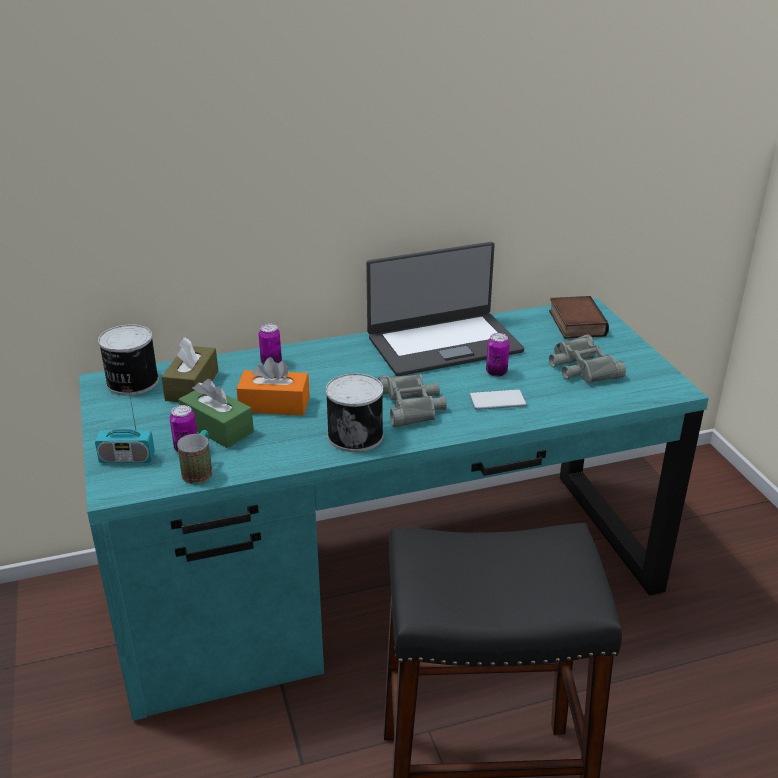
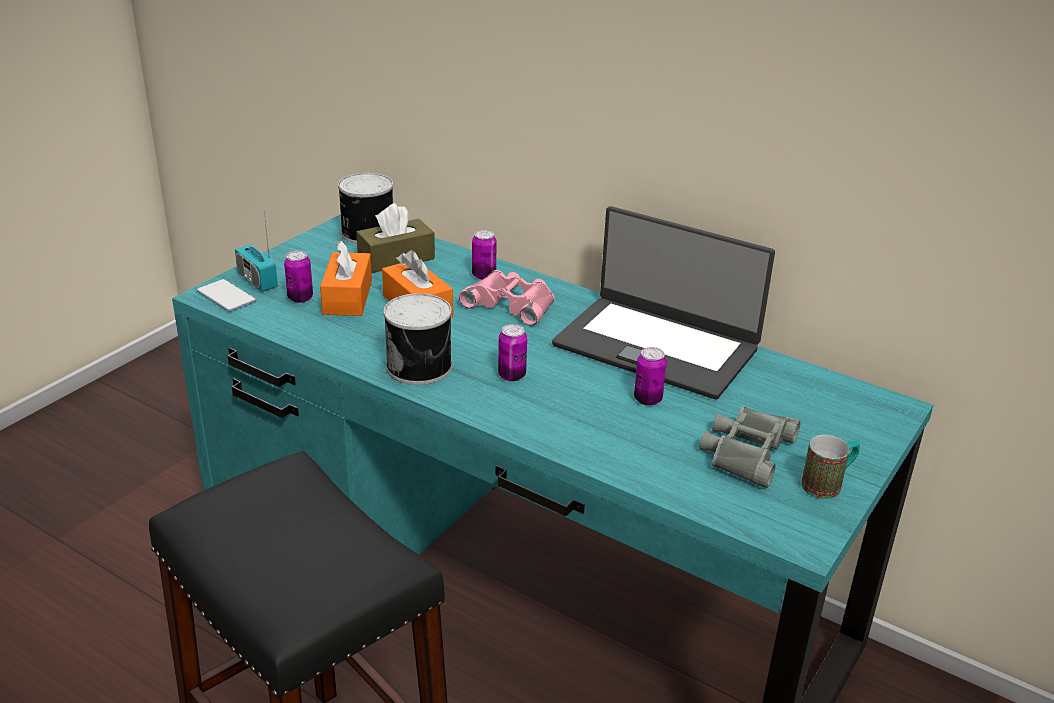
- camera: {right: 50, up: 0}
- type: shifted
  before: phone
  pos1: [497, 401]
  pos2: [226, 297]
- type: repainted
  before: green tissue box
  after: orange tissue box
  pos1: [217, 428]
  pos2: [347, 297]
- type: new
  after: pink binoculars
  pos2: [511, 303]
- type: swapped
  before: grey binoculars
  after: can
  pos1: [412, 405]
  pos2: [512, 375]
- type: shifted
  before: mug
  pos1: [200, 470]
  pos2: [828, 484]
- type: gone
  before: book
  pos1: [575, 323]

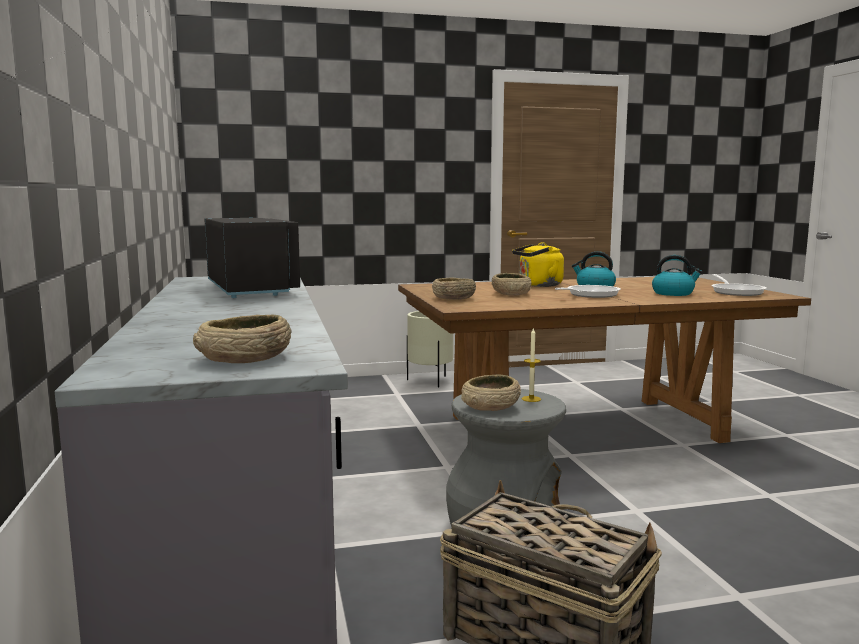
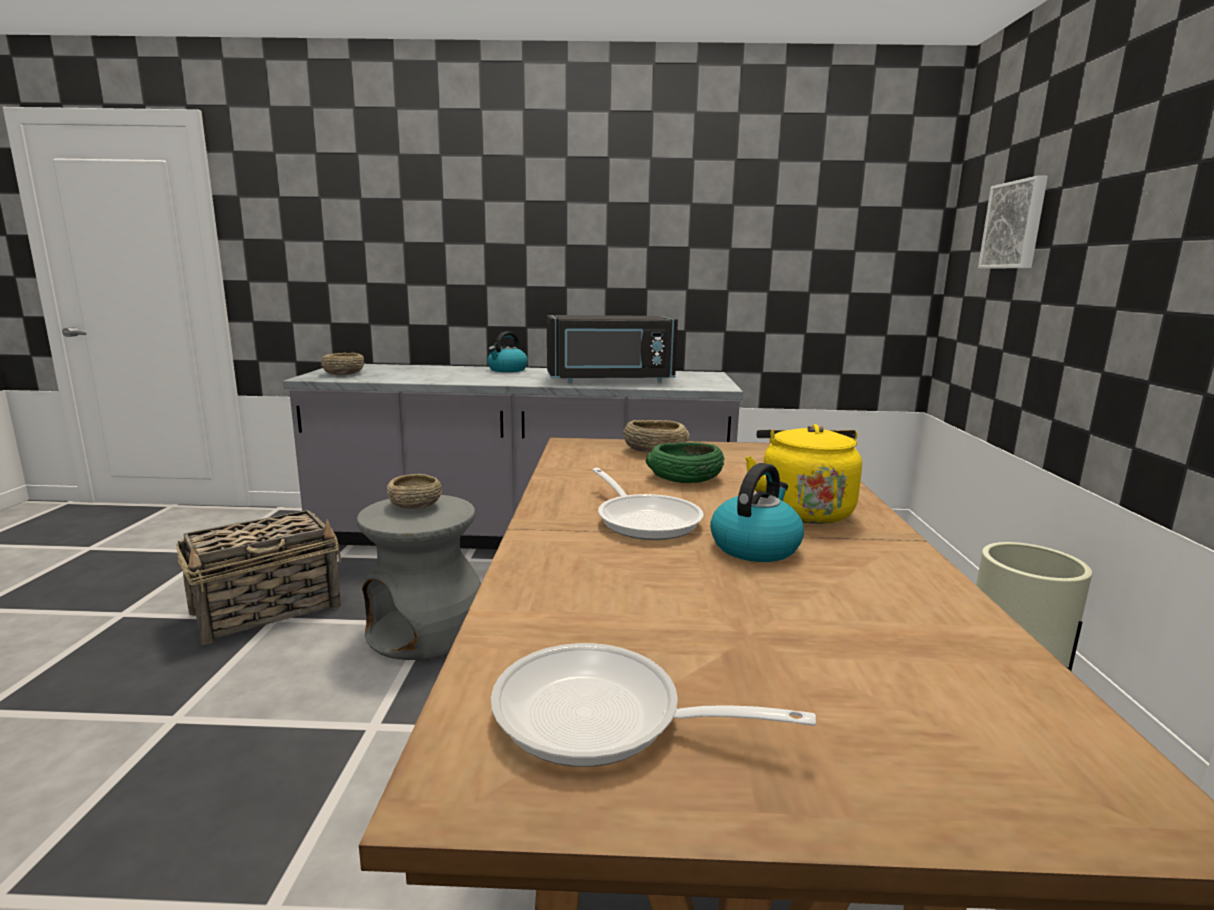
- camera: {right: 105, up: 5}
- type: shifted
  before: kettle
  pos1: [673, 293]
  pos2: [507, 370]
- type: repainted
  before: beige bowl
  after: green bowl
  pos1: [511, 294]
  pos2: [685, 478]
- type: new
  after: picture
  pos2: [1015, 225]
- type: gone
  before: candle
  pos1: [531, 399]

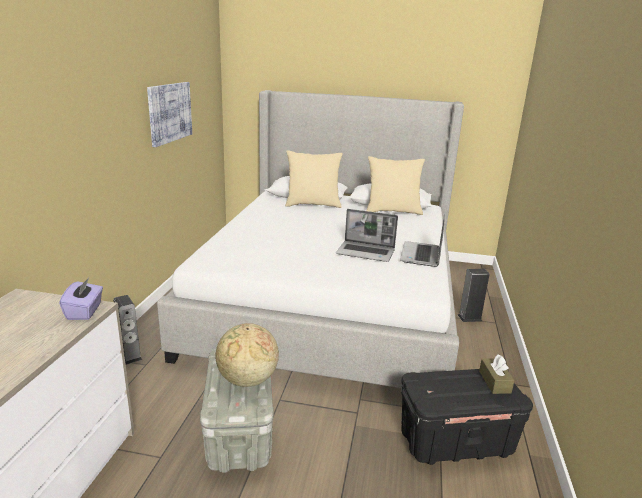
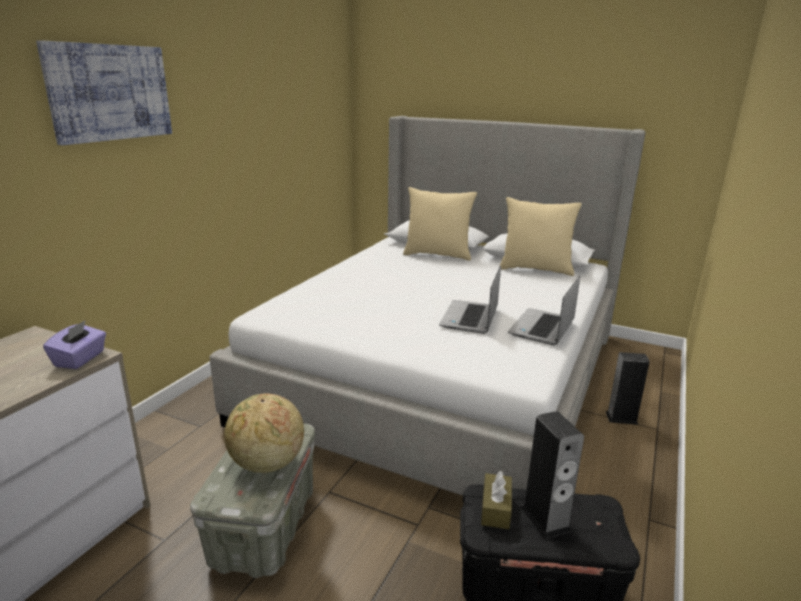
- camera: {right: 15, up: 0}
- type: shifted
  before: picture
  pos1: [169, 112]
  pos2: [110, 92]
- type: rotated
  before: laptop
  pos1: [366, 252]
  pos2: [470, 318]
  turn: 75
- type: shifted
  before: brown tissue box
  pos1: [494, 382]
  pos2: [495, 509]
- type: shifted
  before: speaker
  pos1: [130, 356]
  pos2: [545, 519]

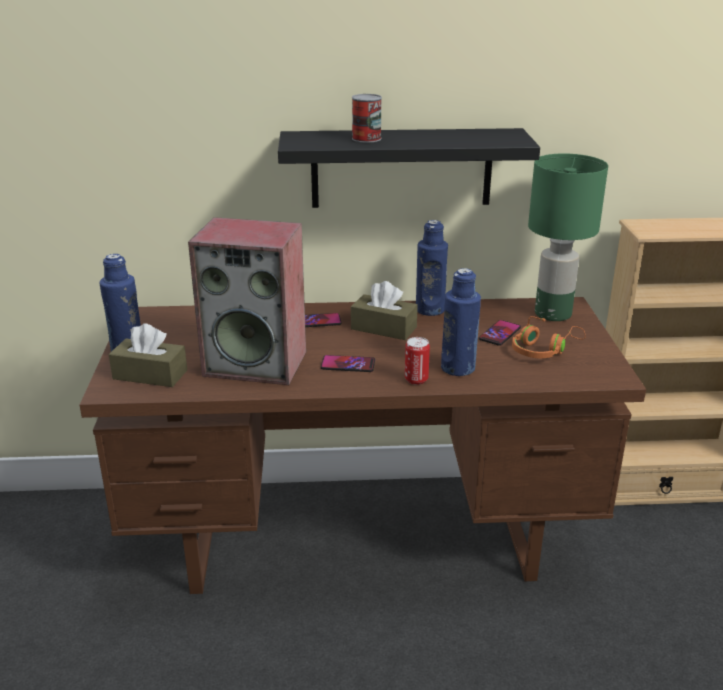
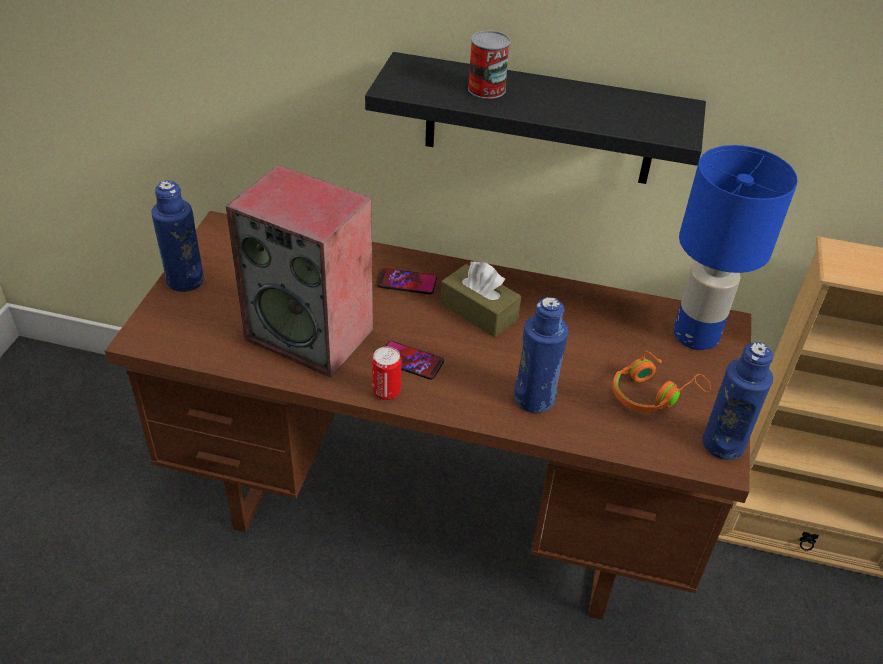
- camera: {right: 15, up: 15}
- type: shifted
  before: can
  pos1: [416, 380]
  pos2: [386, 392]
- type: repainted
  before: green table lamp
  after: blue table lamp
  pos1: [553, 314]
  pos2: [696, 336]
- type: shifted
  before: blue bottle
  pos1: [430, 309]
  pos2: [723, 444]
- type: gone
  before: brown tissue box
  pos1: [150, 375]
- type: gone
  before: phone
  pos1: [499, 333]

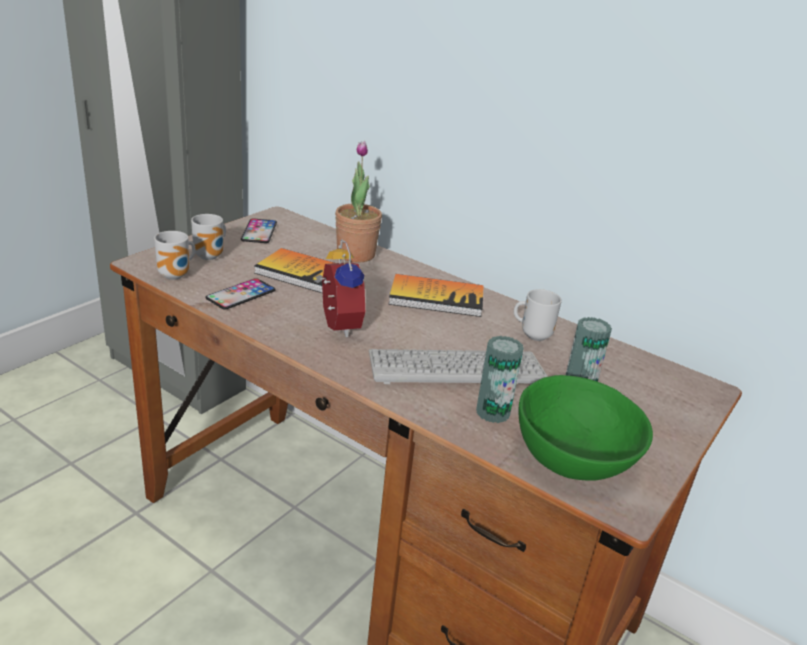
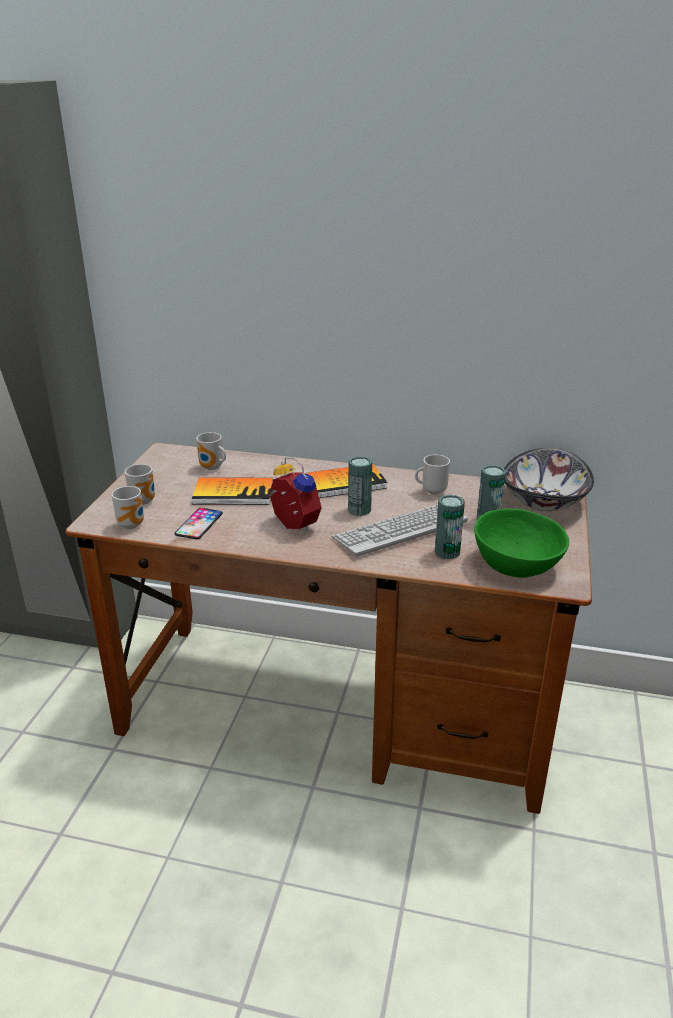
- camera: {right: -20, up: 0}
- type: new
  after: mug
  pos2: [212, 468]
- type: new
  after: can
  pos2: [359, 510]
- type: new
  after: bowl
  pos2: [545, 501]
- type: gone
  before: phone
  pos1: [259, 231]
- type: gone
  before: potted plant
  pos1: [356, 254]

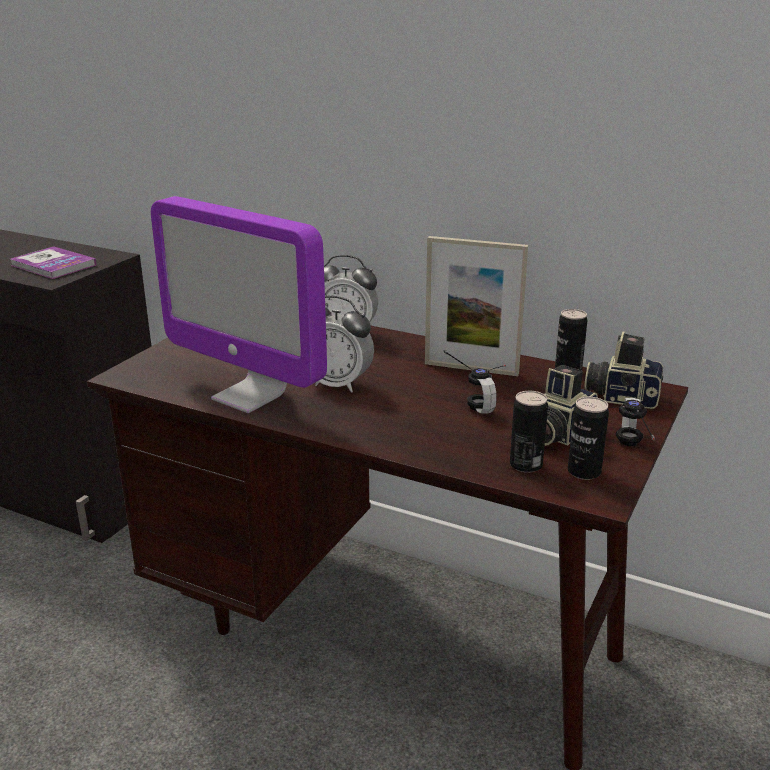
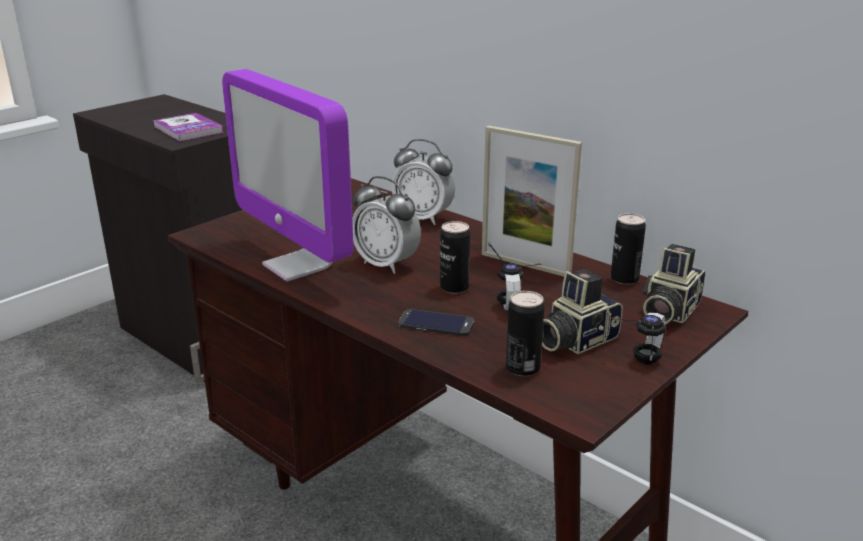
- camera: {right: 15, up: 0}
- type: new
  after: phone
  pos2: [436, 323]
- type: shifted
  before: can
  pos1: [584, 472]
  pos2: [454, 287]
- type: rotated
  before: photo camera
  pos1: [621, 396]
  pos2: [667, 311]
  turn: -90

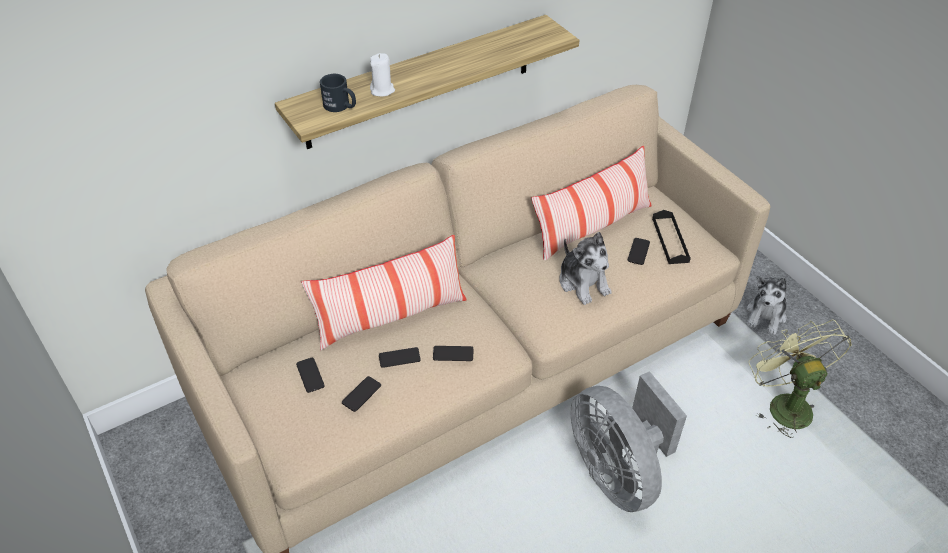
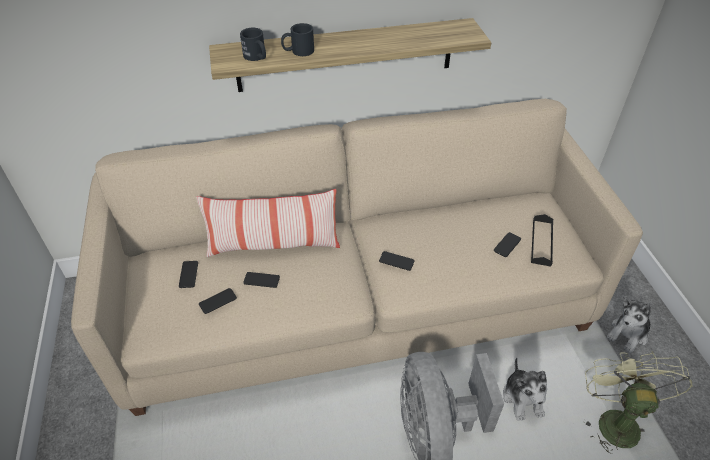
- camera: {right: 20, up: 0}
- type: swapped
  before: white candle
  after: black mug
  pos1: [382, 90]
  pos2: [298, 51]
- type: shifted
  before: phone
  pos1: [453, 354]
  pos2: [396, 261]
- type: shifted
  before: plush toy
  pos1: [583, 283]
  pos2: [523, 398]
- type: gone
  before: pillow
  pos1: [592, 227]

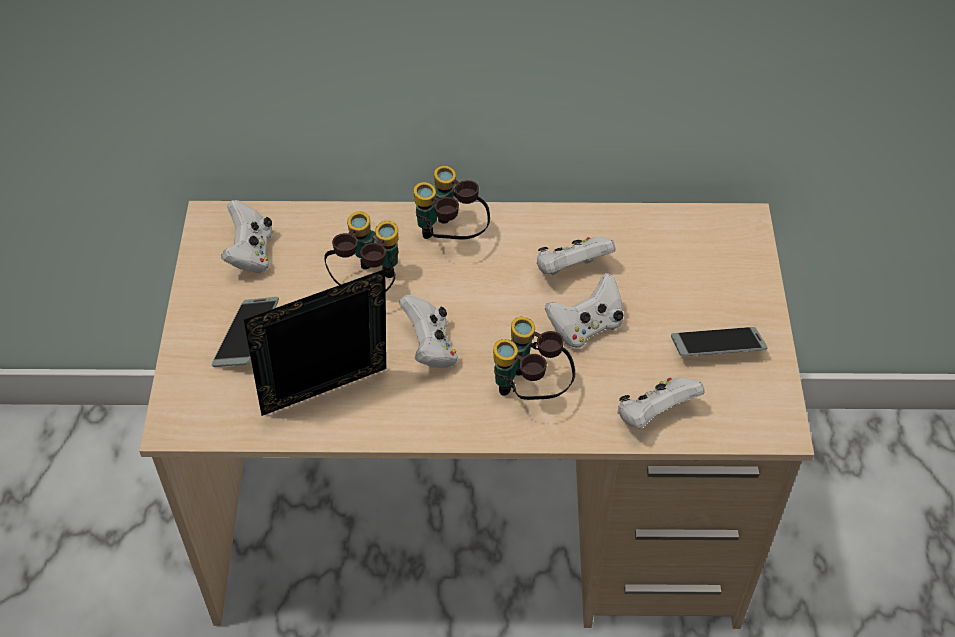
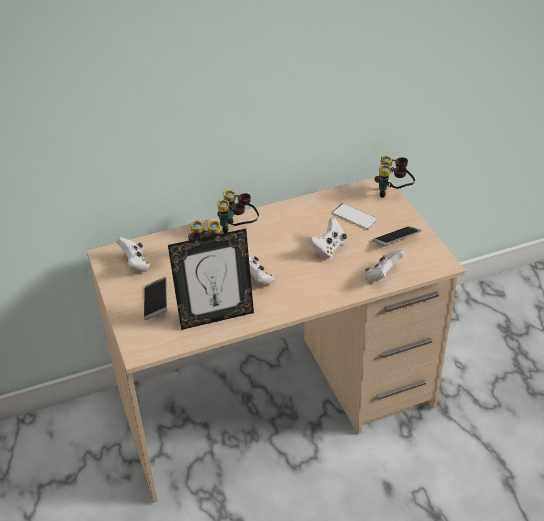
- camera: {right: -20, up: -10}
- type: rotated
  before: picture frame
  pos1: [328, 400]
  pos2: [216, 317]
  turn: -150
- type: new
  after: phone
  pos2: [354, 216]
- type: shifted
  before: binoculars
  pos1: [530, 391]
  pos2: [393, 193]
- type: gone
  before: white game controller
  pos1: [570, 269]

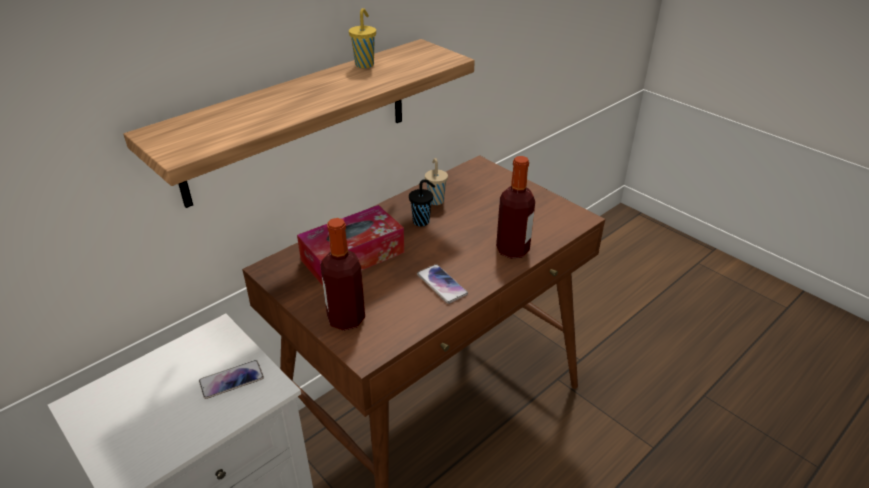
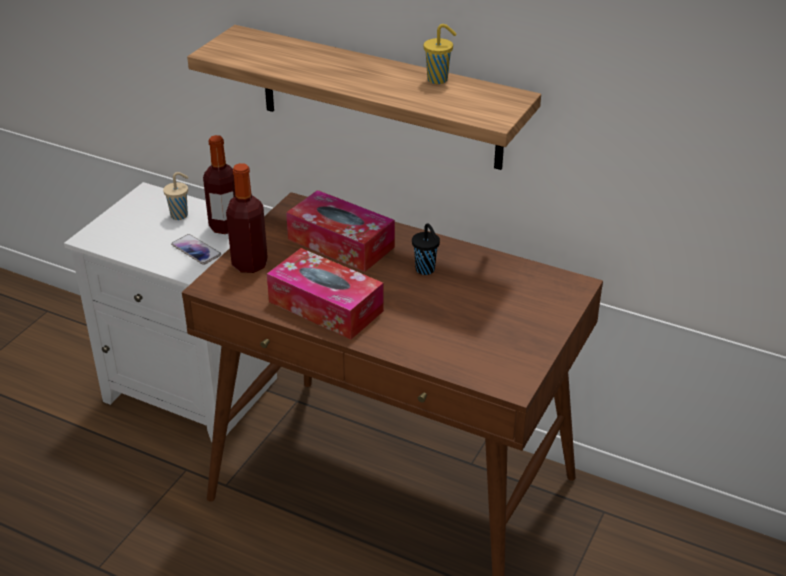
- camera: {right: 70, up: 0}
- type: shifted
  before: beige cup
  pos1: [435, 200]
  pos2: [180, 215]
- type: shifted
  before: bottle
  pos1: [512, 250]
  pos2: [225, 226]
- type: swapped
  before: phone
  after: tissue box
  pos1: [441, 284]
  pos2: [326, 306]

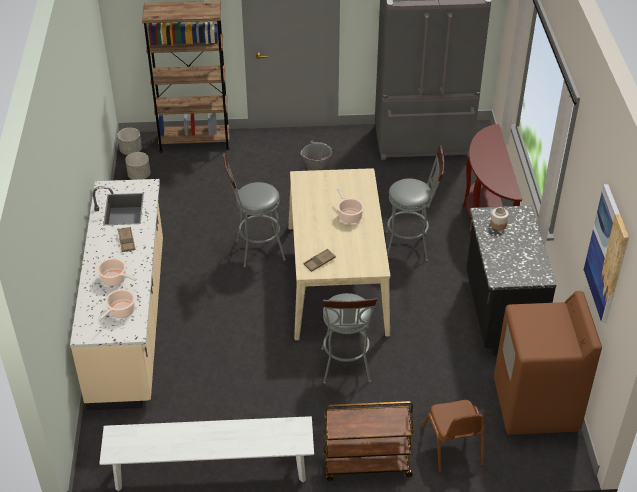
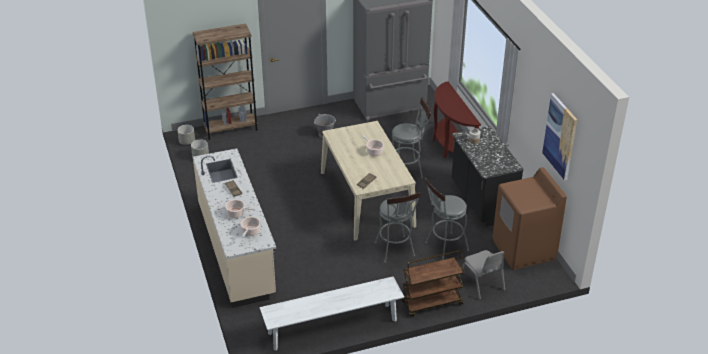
- camera: {right: -15, up: -5}
- type: shifted
  before: grey stool
  pos1: [255, 250]
  pos2: [444, 247]
- type: repainted
  before: brown chair
  after: grey chair
  pos1: [453, 446]
  pos2: [481, 283]

